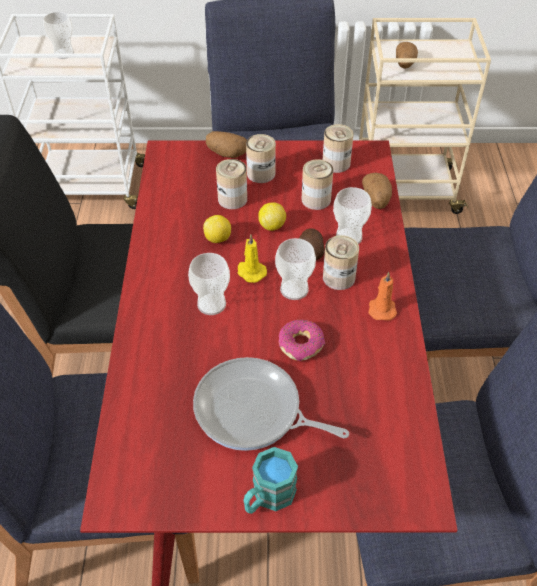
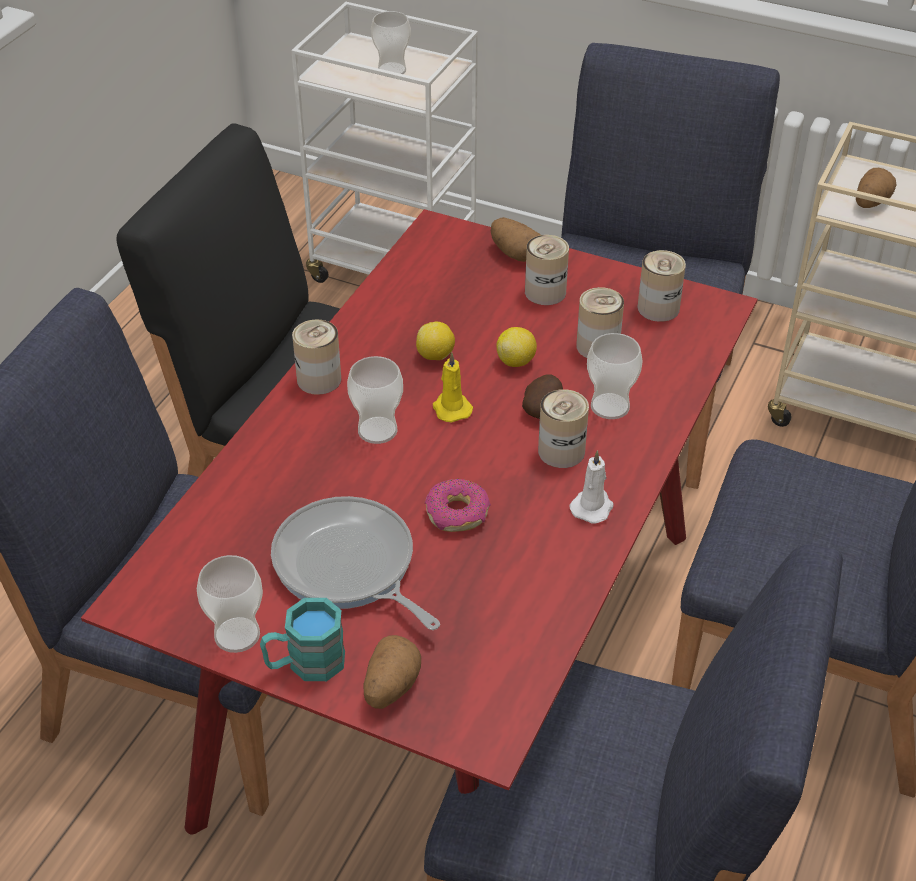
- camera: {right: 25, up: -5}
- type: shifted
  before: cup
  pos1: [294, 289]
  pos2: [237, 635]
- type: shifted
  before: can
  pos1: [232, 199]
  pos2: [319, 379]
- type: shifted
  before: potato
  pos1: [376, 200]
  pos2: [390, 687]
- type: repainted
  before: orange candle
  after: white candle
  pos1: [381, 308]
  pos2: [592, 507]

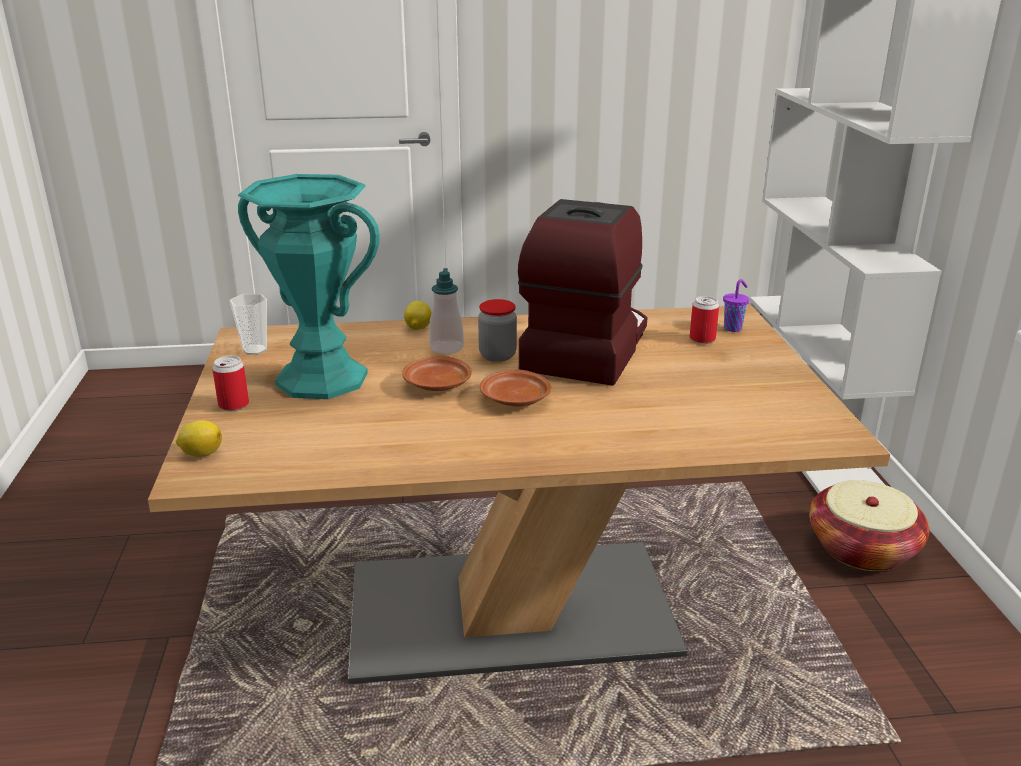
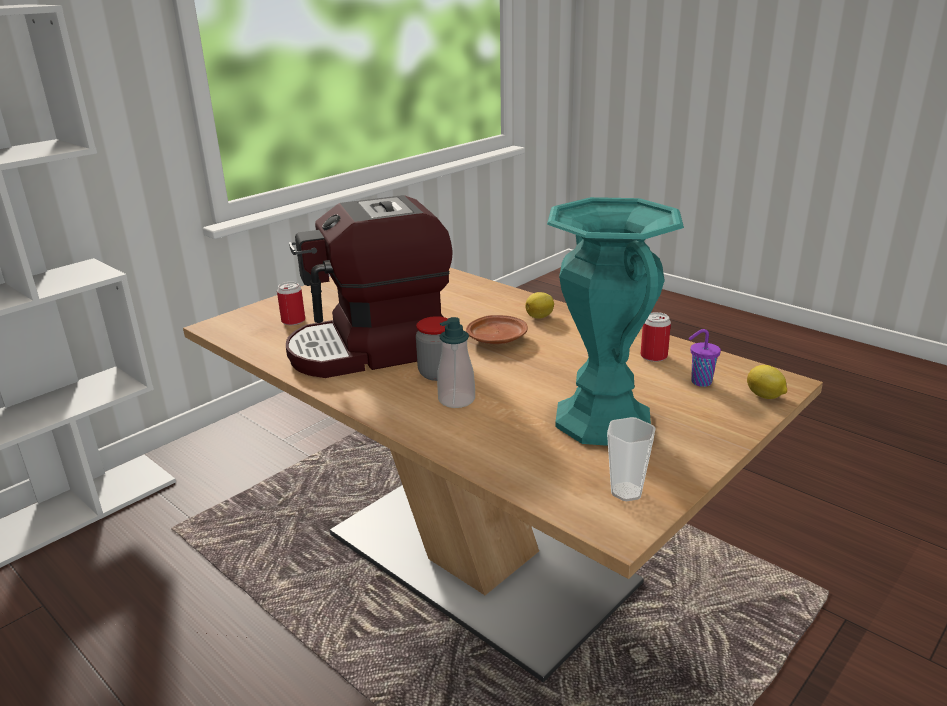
- camera: {right: -130, up: 0}
- type: shifted
  before: lemon
  pos1: [417, 328]
  pos2: [540, 317]
- type: shifted
  before: can
  pos1: [233, 405]
  pos2: [653, 356]
- type: shifted
  before: purple cup
  pos1: [733, 328]
  pos2: [699, 382]
- type: gone
  before: brown plate
  pos1: [437, 385]
- type: gone
  before: basket
  pos1: [862, 549]

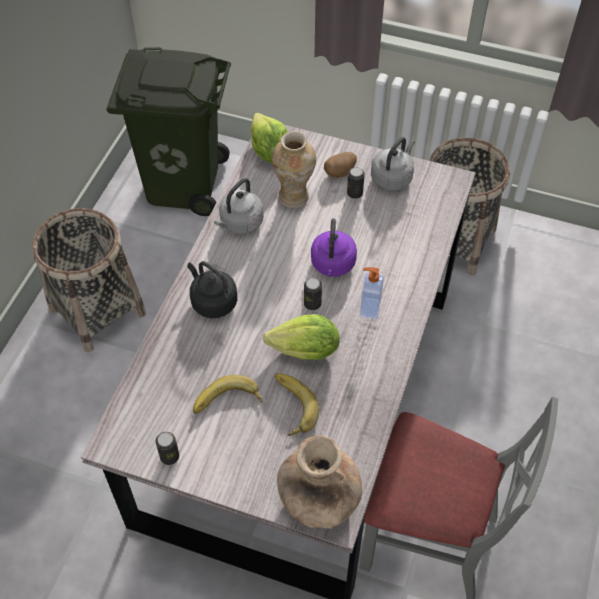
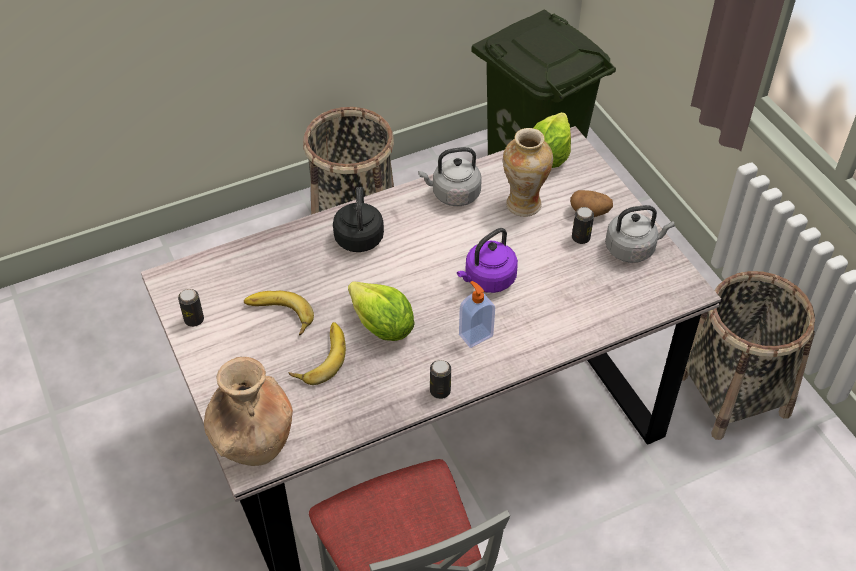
- camera: {right: 45, up: -5}
- type: shifted
  before: can
  pos1: [312, 304]
  pos2: [440, 391]

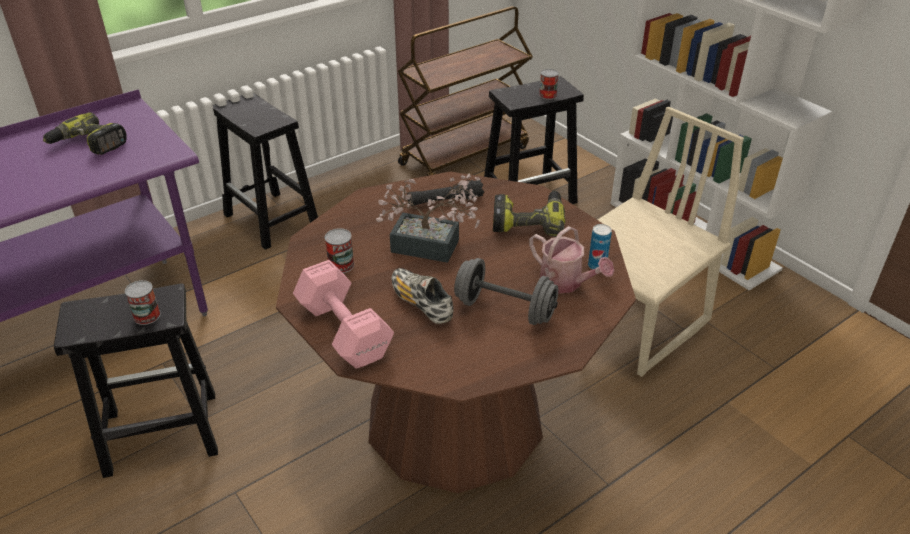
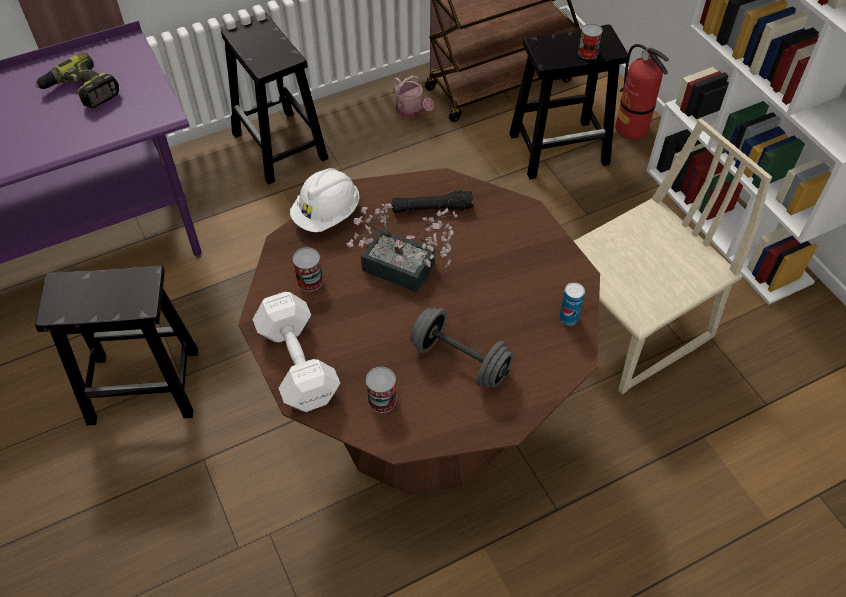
- camera: {right: 10, up: 15}
- type: repainted
  before: pink dumbbell
  after: white dumbbell
  pos1: [343, 329]
  pos2: [298, 361]
- type: new
  after: white hard hat
  pos2: [327, 214]
- type: shifted
  before: can
  pos1: [147, 316]
  pos2: [382, 400]
- type: shifted
  before: watering can
  pos1: [565, 283]
  pos2: [412, 111]
- type: new
  after: fire extinguisher
  pos2: [631, 129]
- type: gone
  before: shoe
  pos1: [421, 303]
- type: gone
  before: power drill
  pos1: [528, 221]

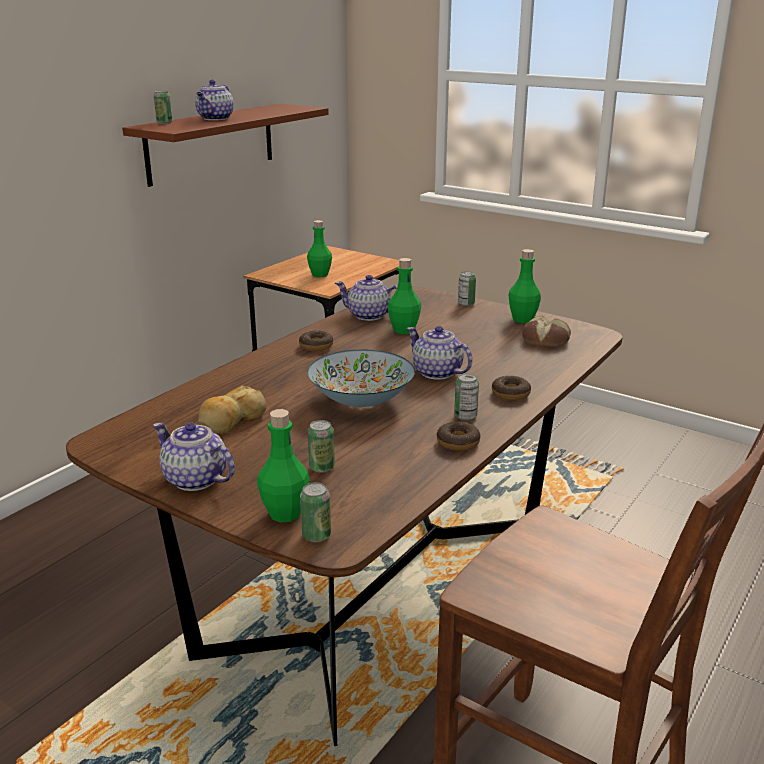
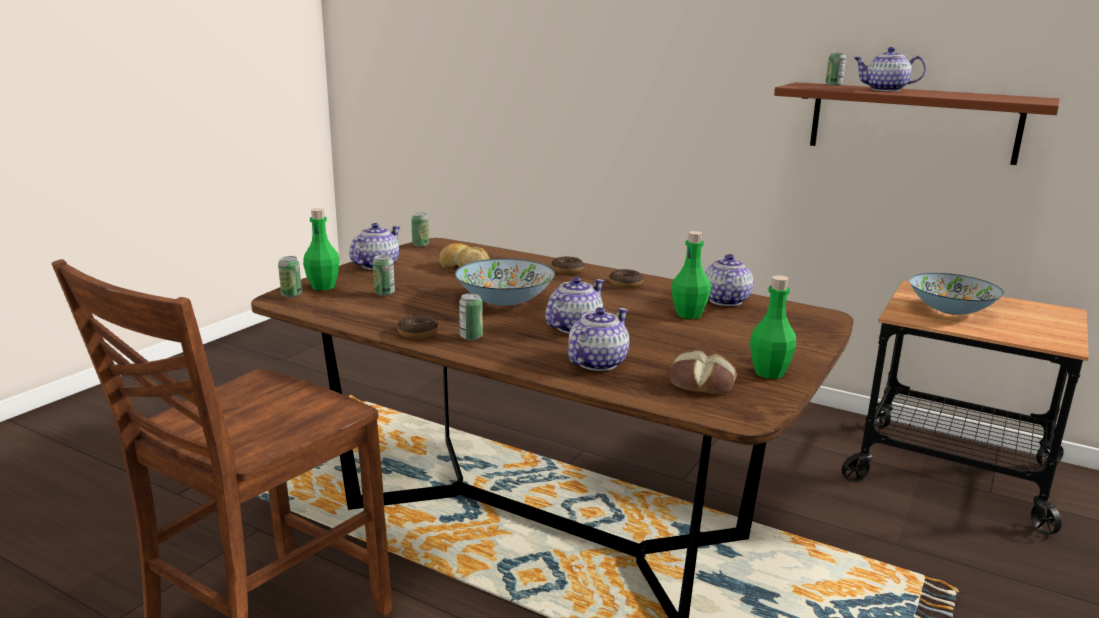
- camera: {right: 85, up: -5}
- type: shifted
  before: can
  pos1: [466, 304]
  pos2: [420, 245]
- type: shifted
  before: donut
  pos1: [510, 394]
  pos2: [567, 270]
- type: new
  after: teapot
  pos2: [596, 363]
- type: swapped
  before: green bottle
  after: bowl
  pos1: [320, 275]
  pos2: [951, 311]

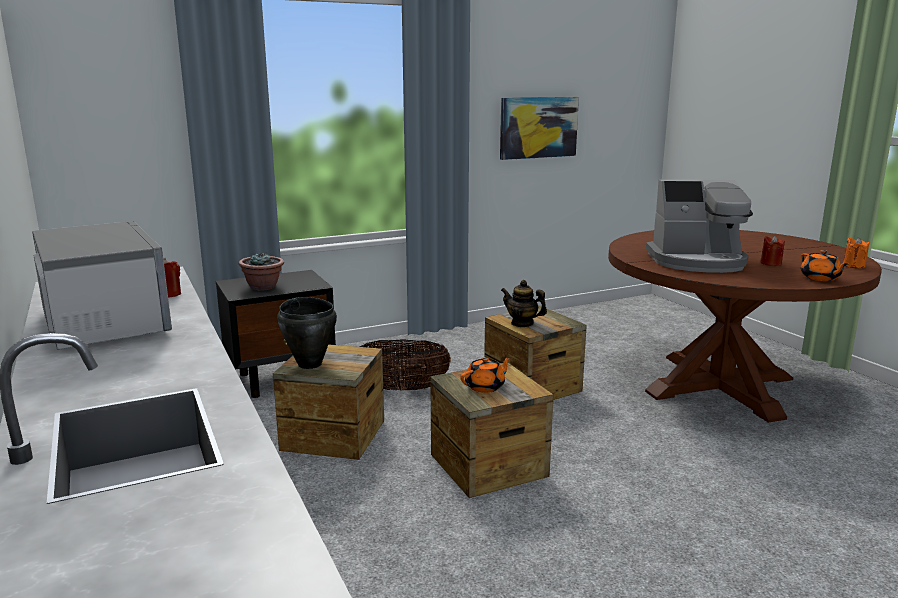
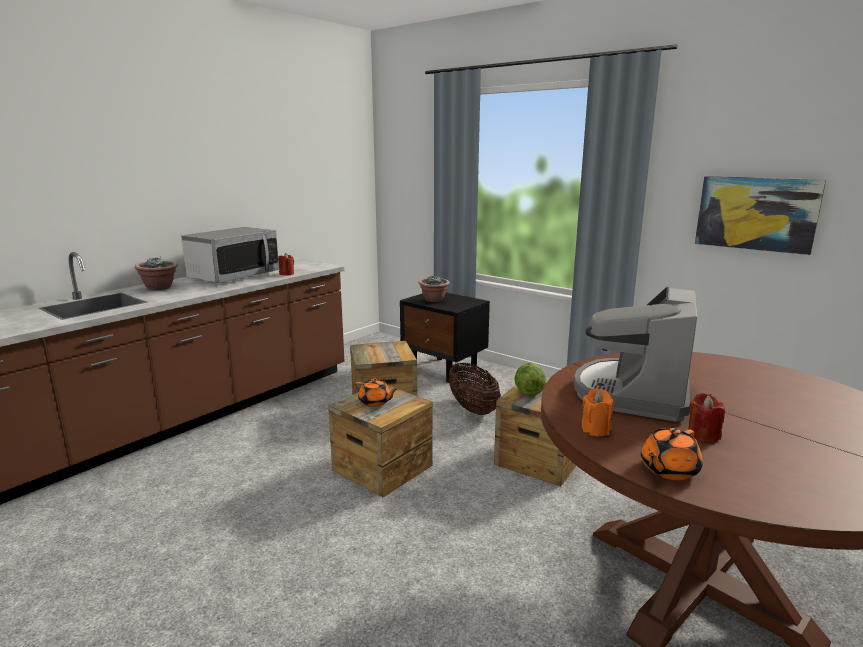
- camera: {right: 65, up: 0}
- type: new
  after: potted plant
  pos2: [159, 288]
- type: swapped
  before: teapot
  after: lettuce
  pos1: [522, 323]
  pos2: [528, 392]
- type: rotated
  before: coffee machine
  pos1: [697, 262]
  pos2: [633, 393]
  turn: 45
- type: shifted
  before: orange candle
  pos1: [853, 265]
  pos2: [595, 429]
- type: gone
  before: black cooking pot
  pos1: [310, 364]

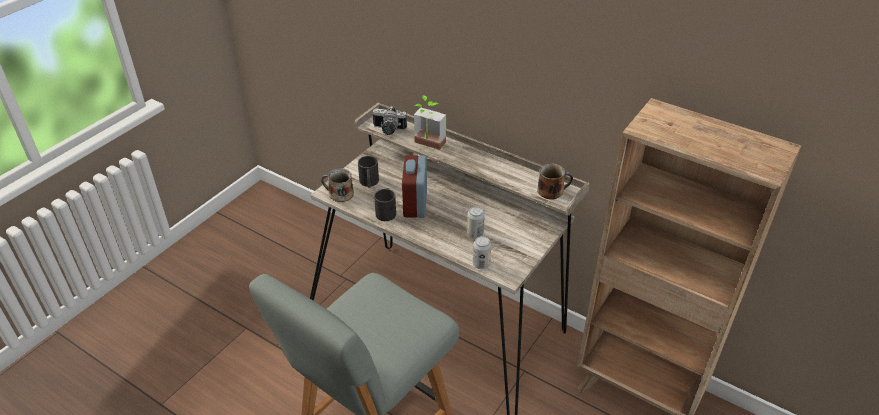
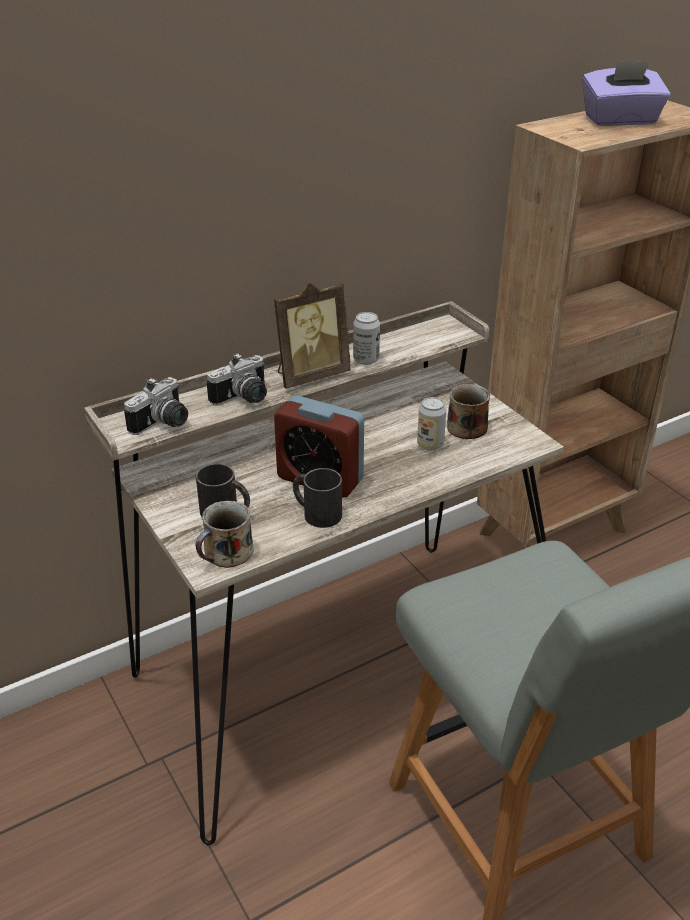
- camera: {right: -65, up: -5}
- type: swapped
  before: potted plant
  after: photo camera
  pos1: [427, 145]
  pos2: [244, 399]
- type: new
  after: picture frame
  pos2: [310, 375]
- type: shifted
  before: can
  pos1: [481, 264]
  pos2: [366, 360]
- type: shifted
  before: mug
  pos1: [552, 190]
  pos2: [467, 426]
- type: new
  after: purple tissue box
  pos2: [620, 121]

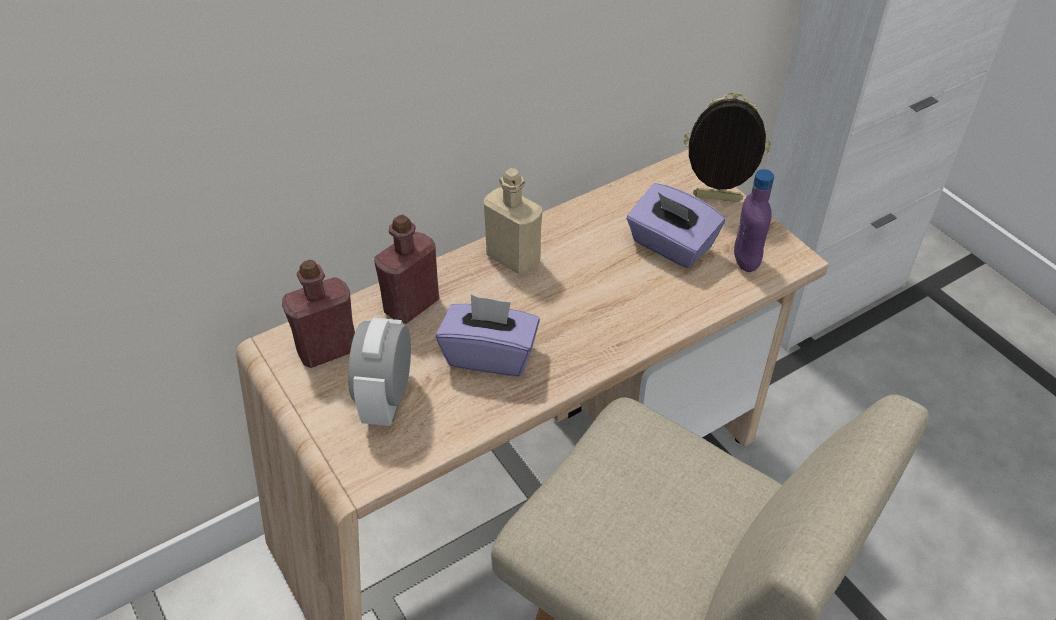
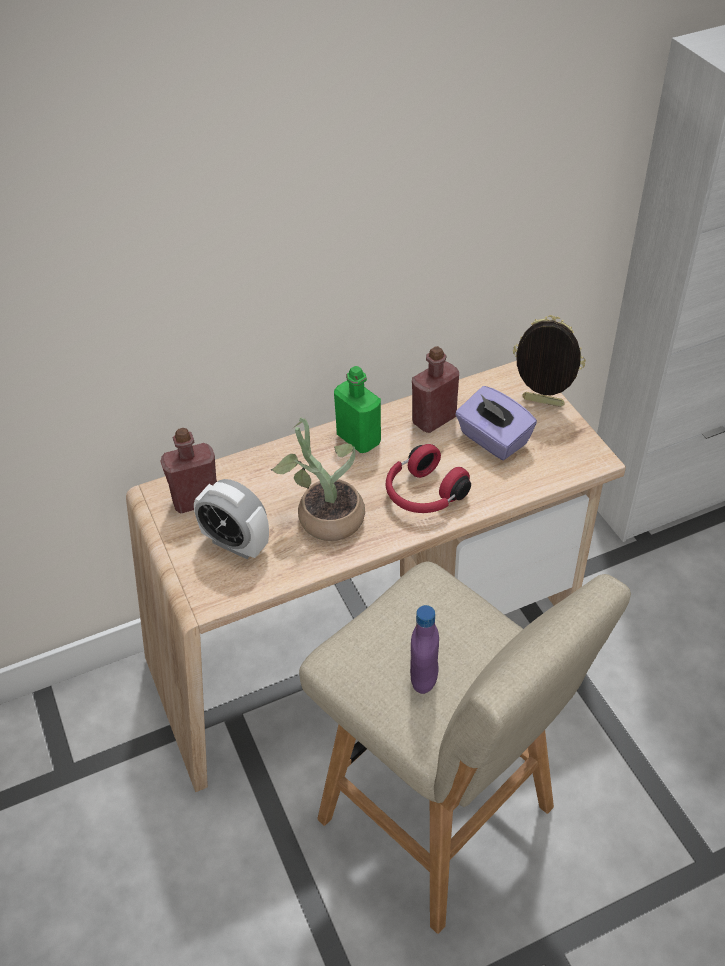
- camera: {right: 10, up: 0}
- type: rotated
  before: alarm clock
  pos1: [386, 399]
  pos2: [236, 544]
  turn: -75
- type: swapped
  before: purple tissue box
  after: potted plant
  pos1: [490, 355]
  pos2: [324, 516]
- type: repainted
  before: beige bottle
  after: green bottle
  pos1: [513, 258]
  pos2: [358, 439]
- type: new
  after: red headphones
  pos2: [423, 495]
- type: shifted
  before: purple bottle
  pos1: [746, 260]
  pos2: [424, 678]
- type: shifted
  before: red bottle
  pos1: [411, 305]
  pos2: [434, 419]

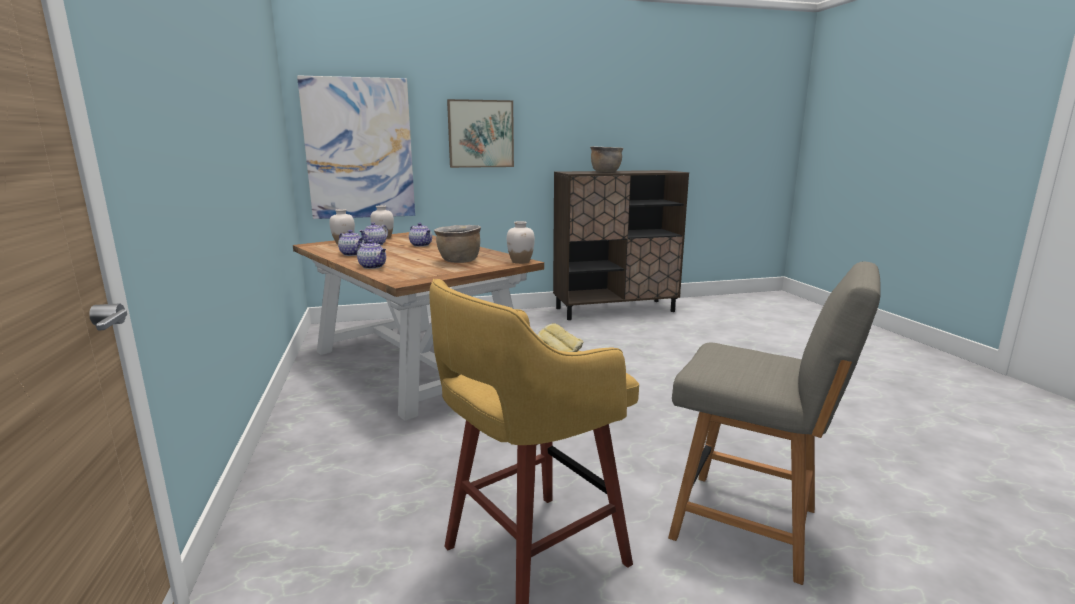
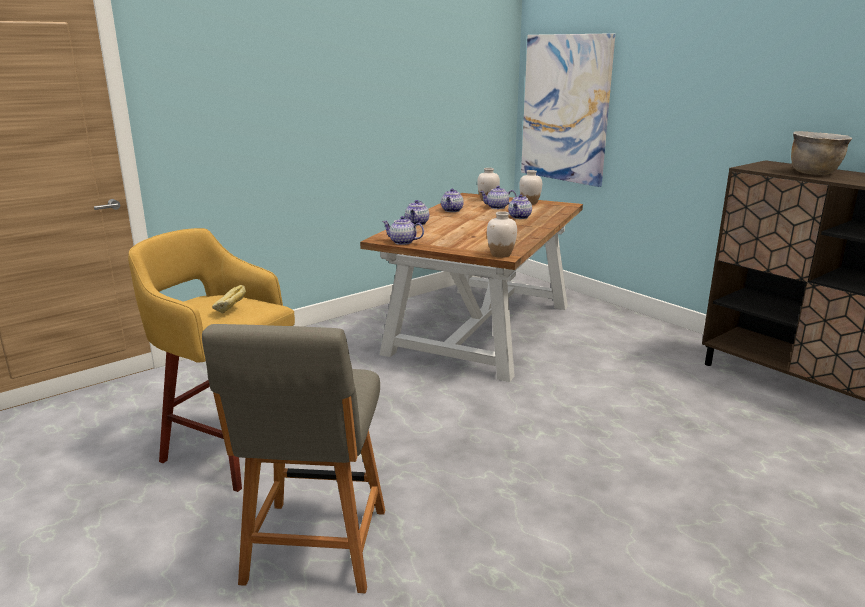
- camera: {right: 65, up: 5}
- type: new
  after: teapot
  pos2: [402, 242]
- type: gone
  before: brown cooking pot
  pos1: [459, 261]
- type: gone
  before: picture
  pos1: [481, 134]

